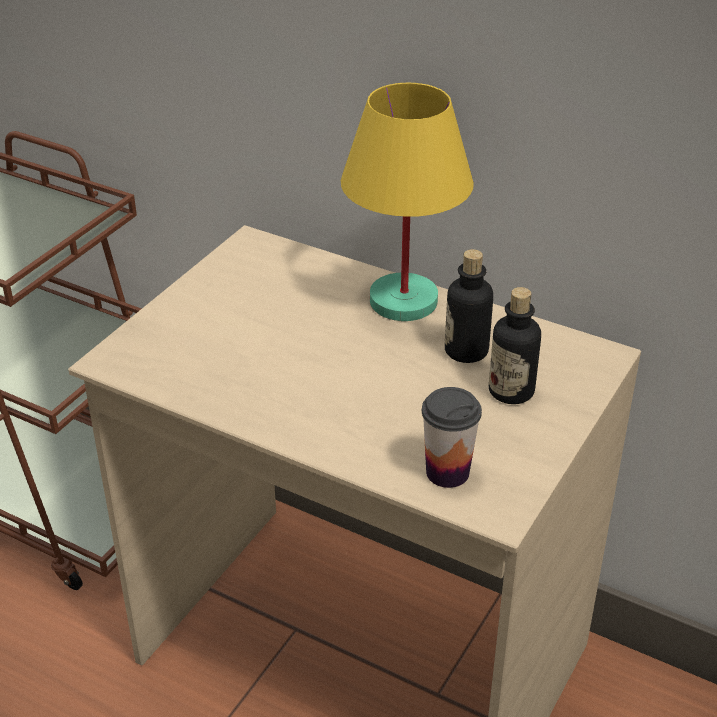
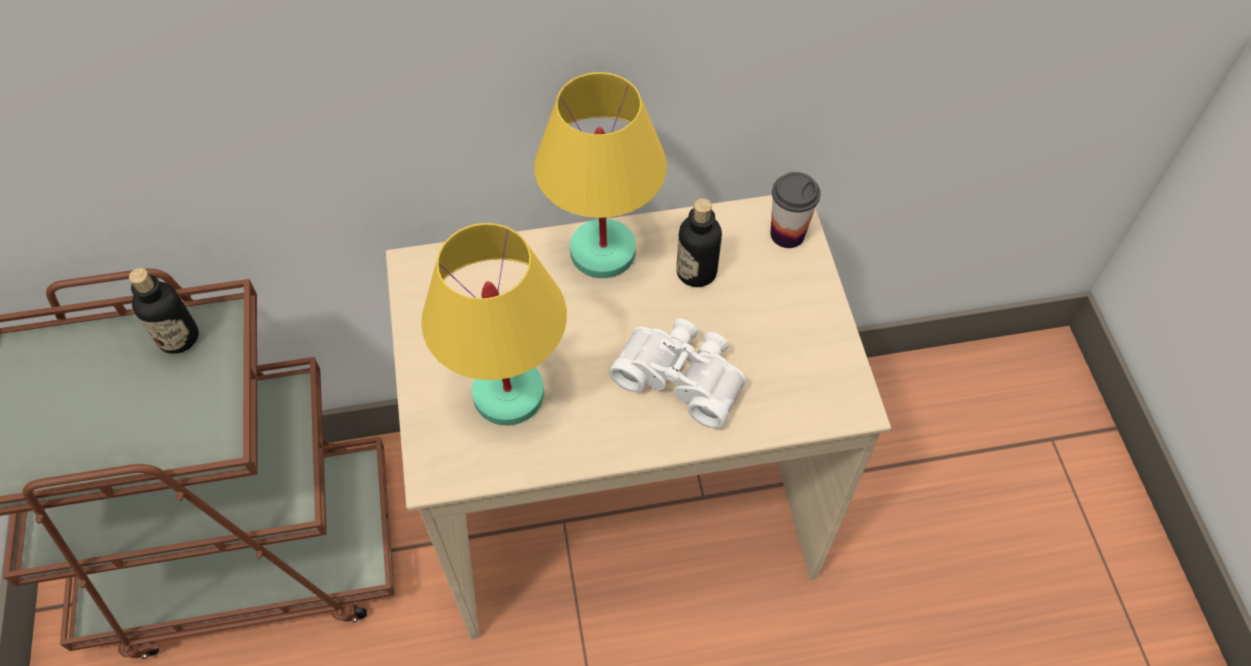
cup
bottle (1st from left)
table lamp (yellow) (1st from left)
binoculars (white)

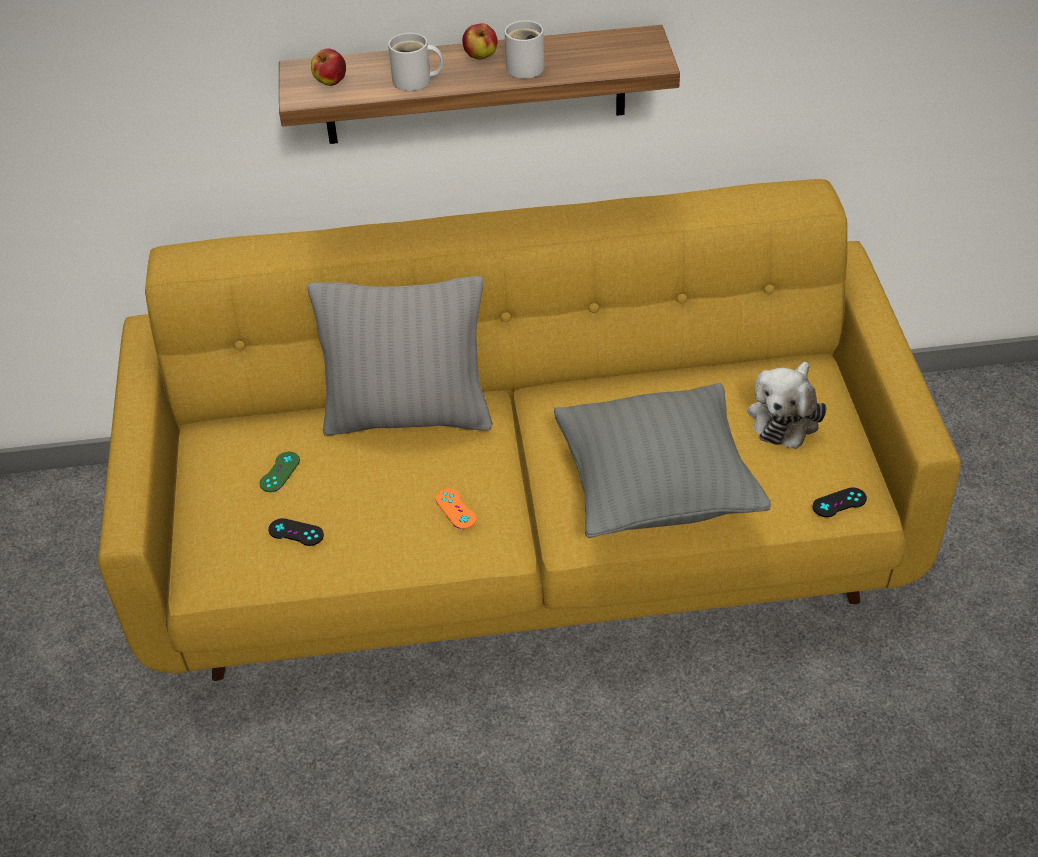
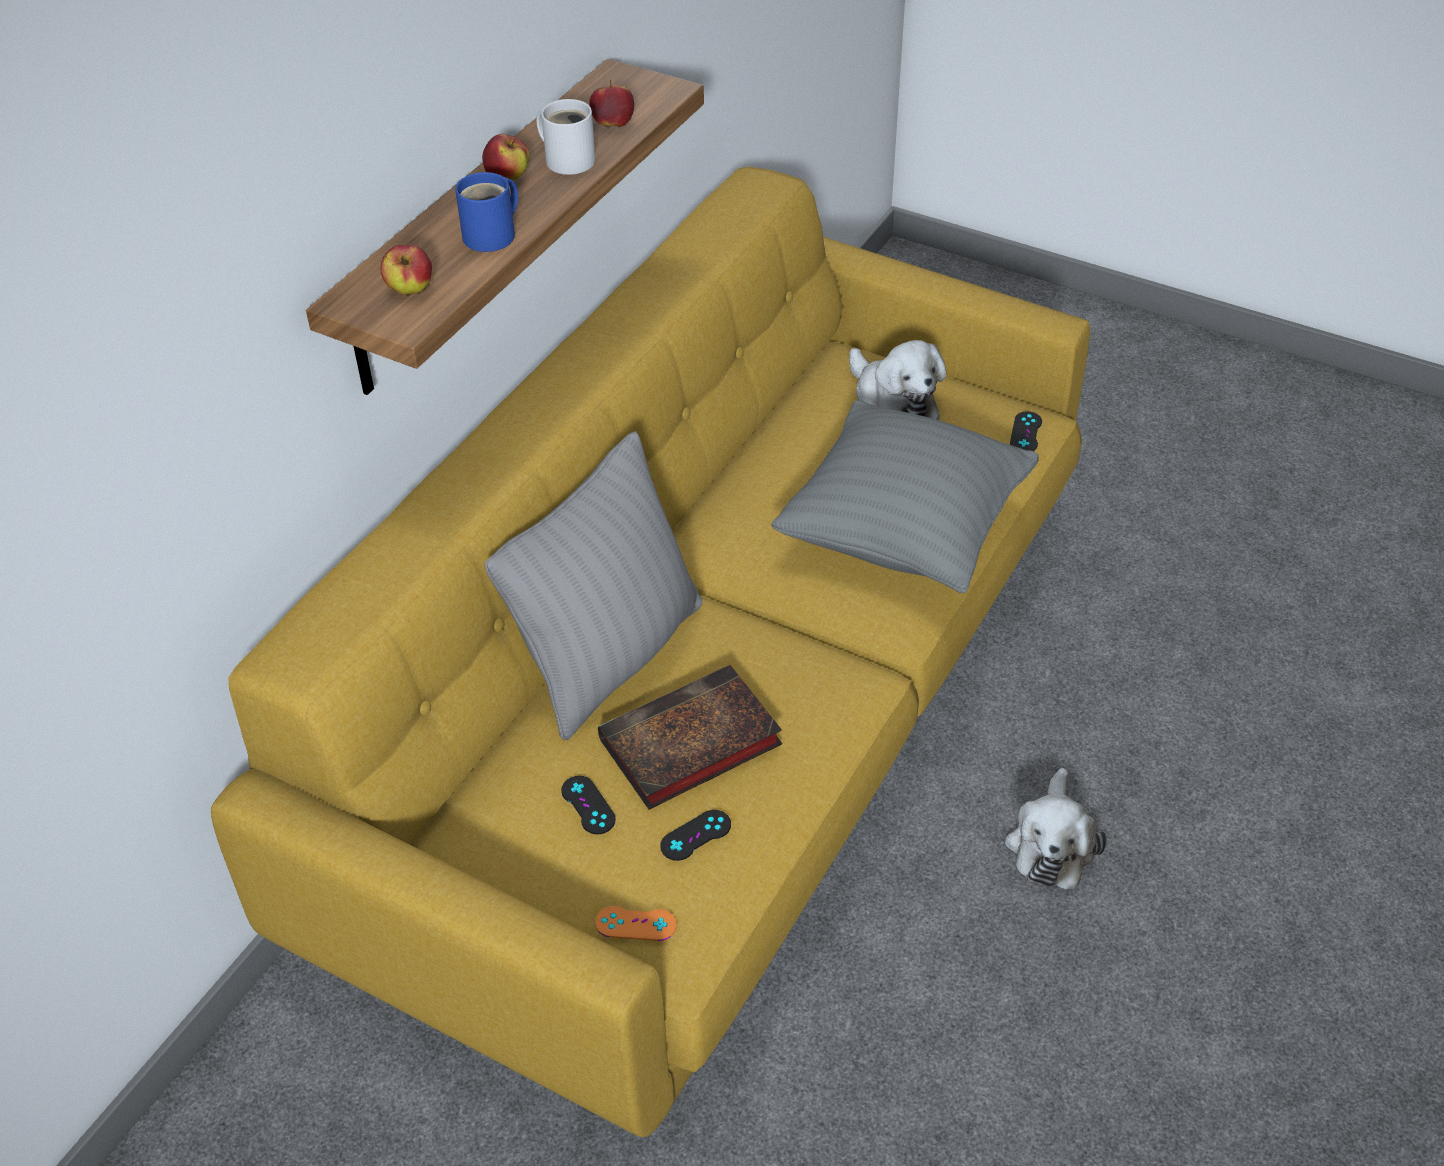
game controller (black) (1st from left)
mug (blue)
game controller (orange)
apple (3rd from left)
book
plush toy (2nd from left)

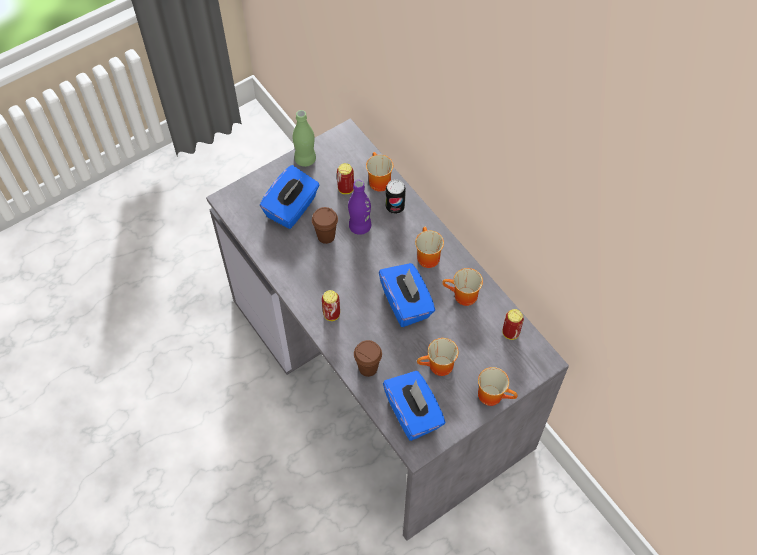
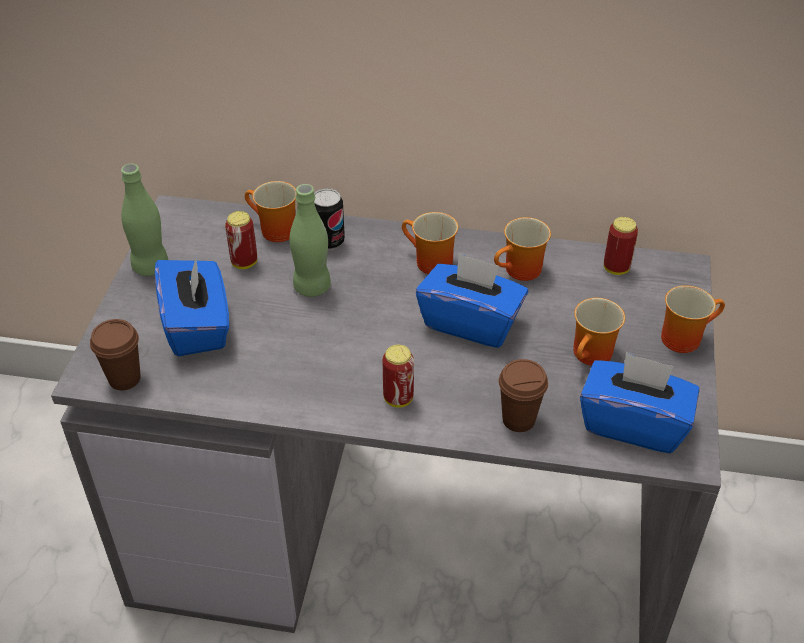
cup (brown) (1st from left)
bottle (green) (2nd from left)

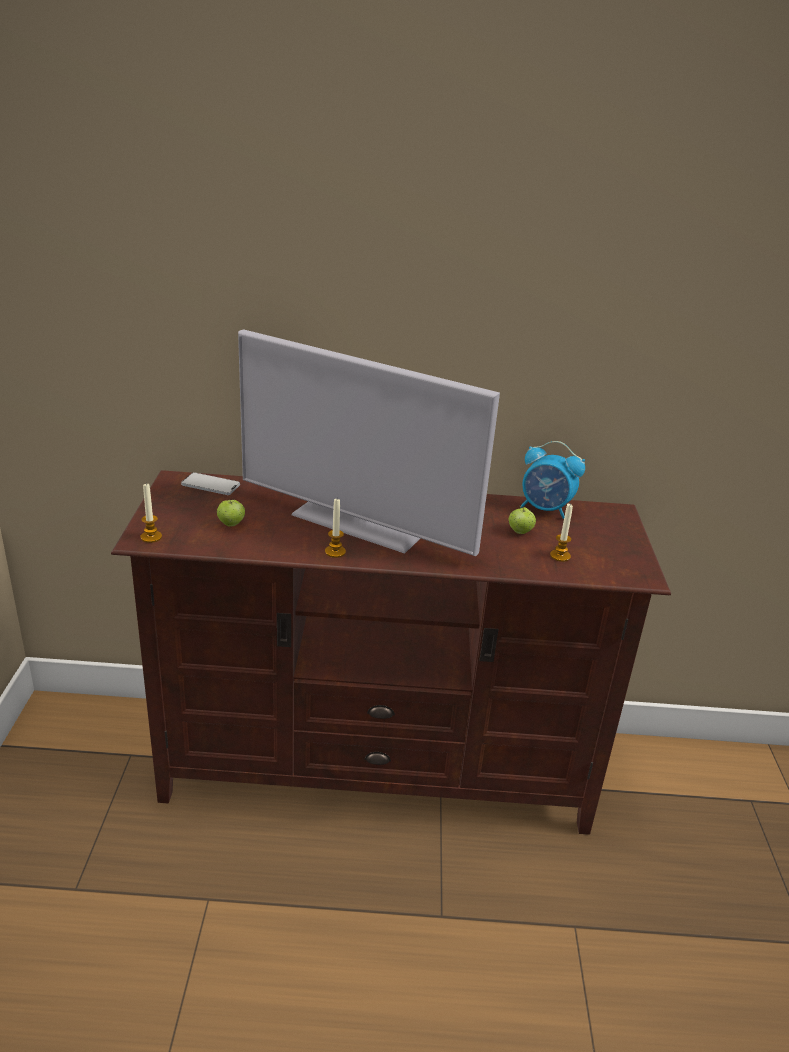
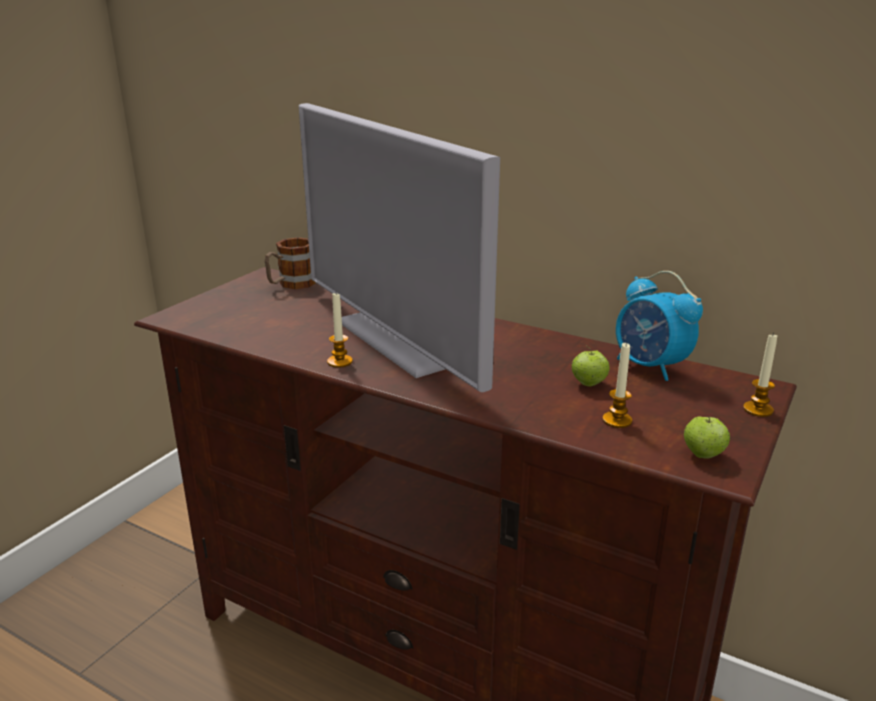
candle (3rd from left)
mug
apple (2nd from left)

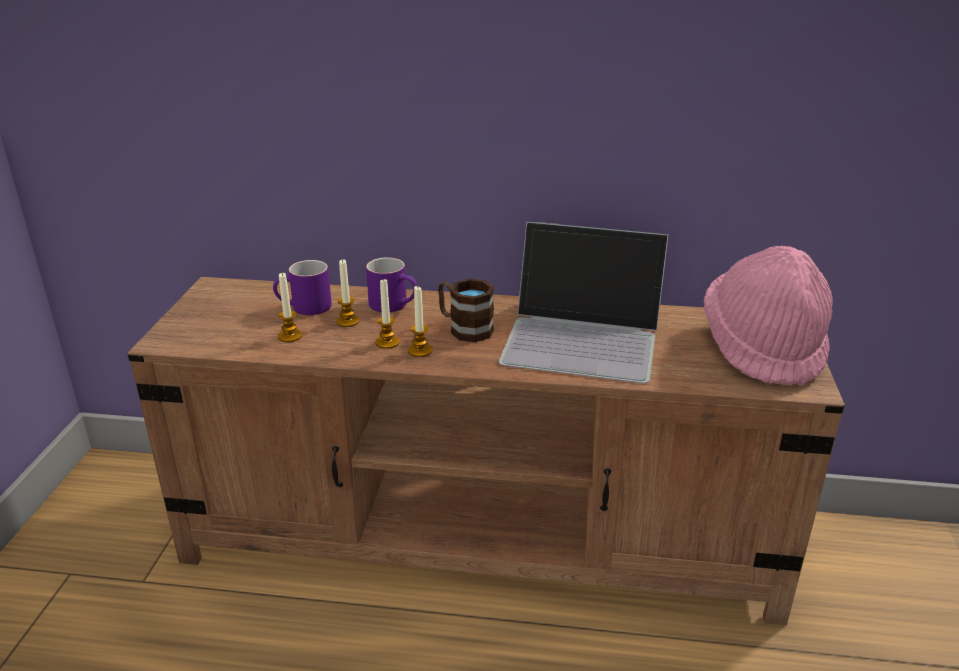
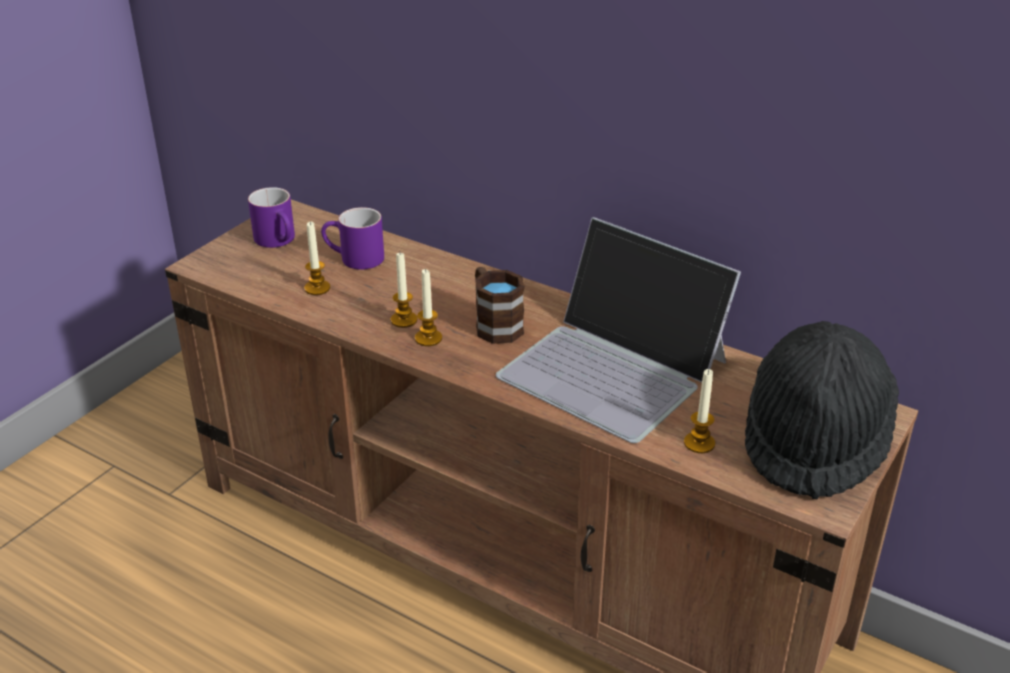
candle (4th from left)
mug (purple) (1st from left)
hat (black)

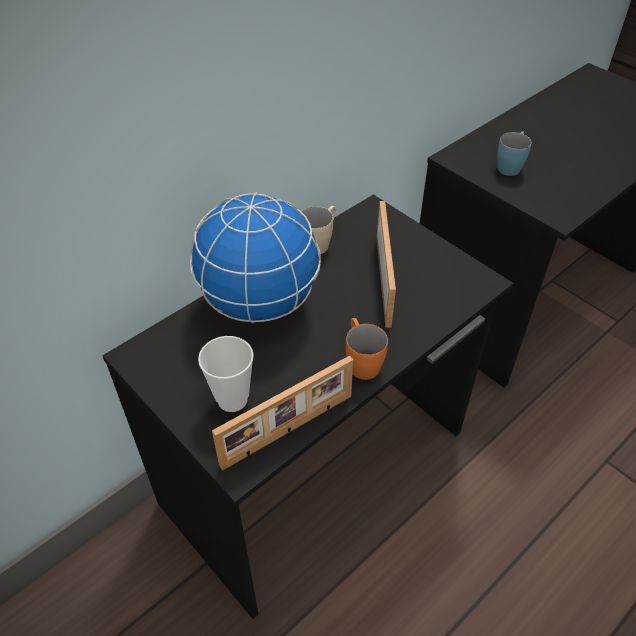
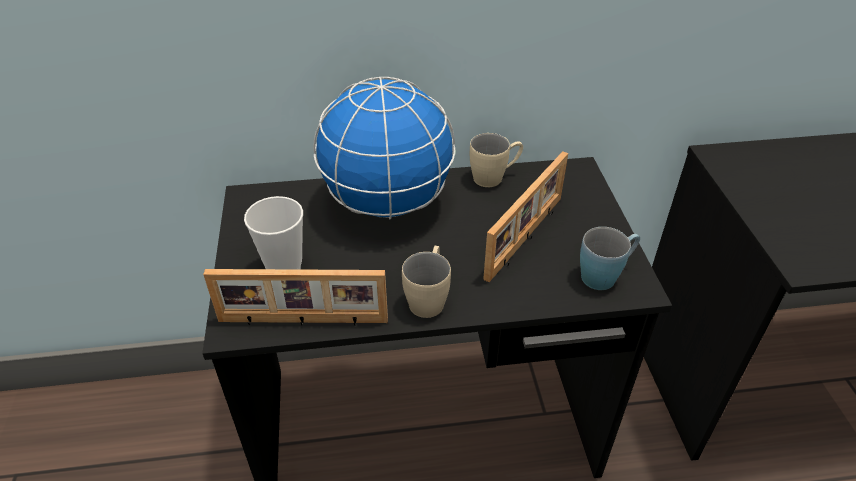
mug (beige) (1st from left)
mug (blue)

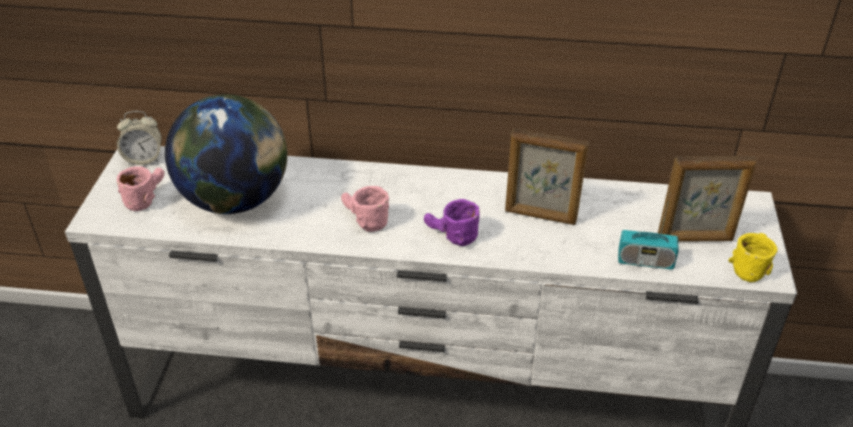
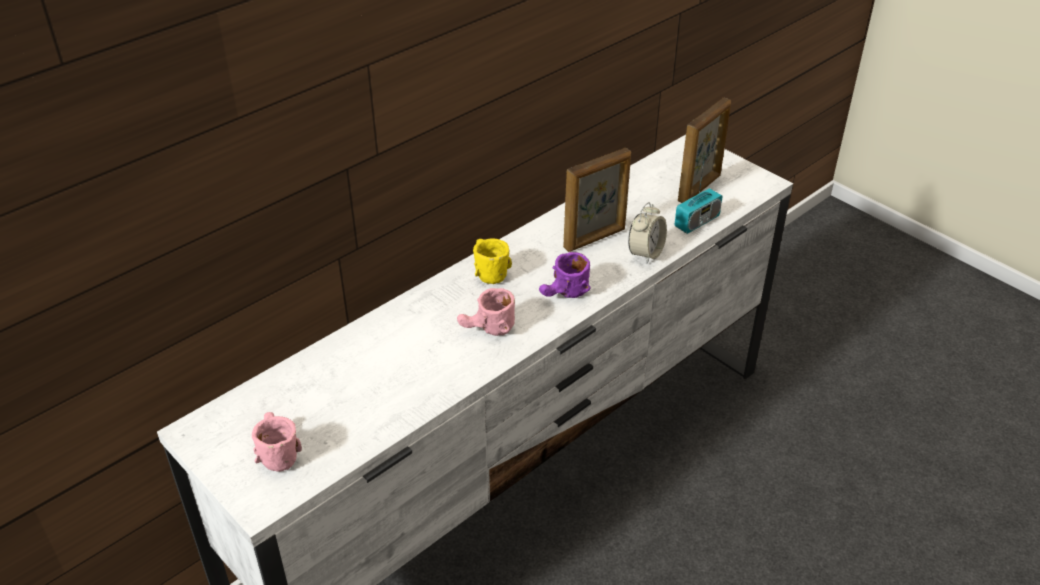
alarm clock
globe
mug (yellow)

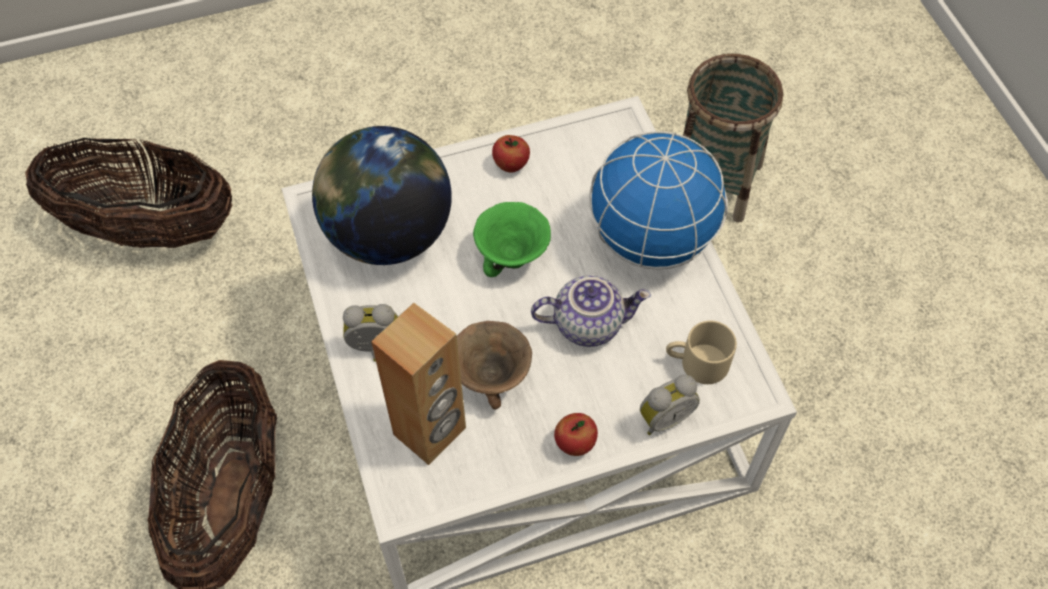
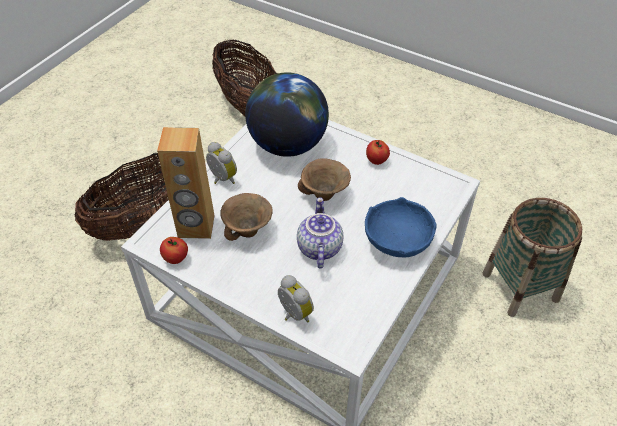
bowl (brown) (2nd from left)
teapot
apple (1st from left)
bowl (blue)
alarm clock (2nd from left)
mug (beige)

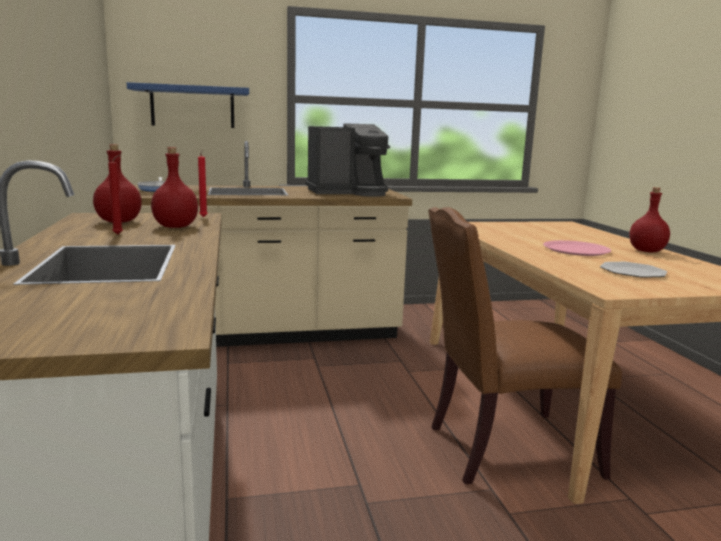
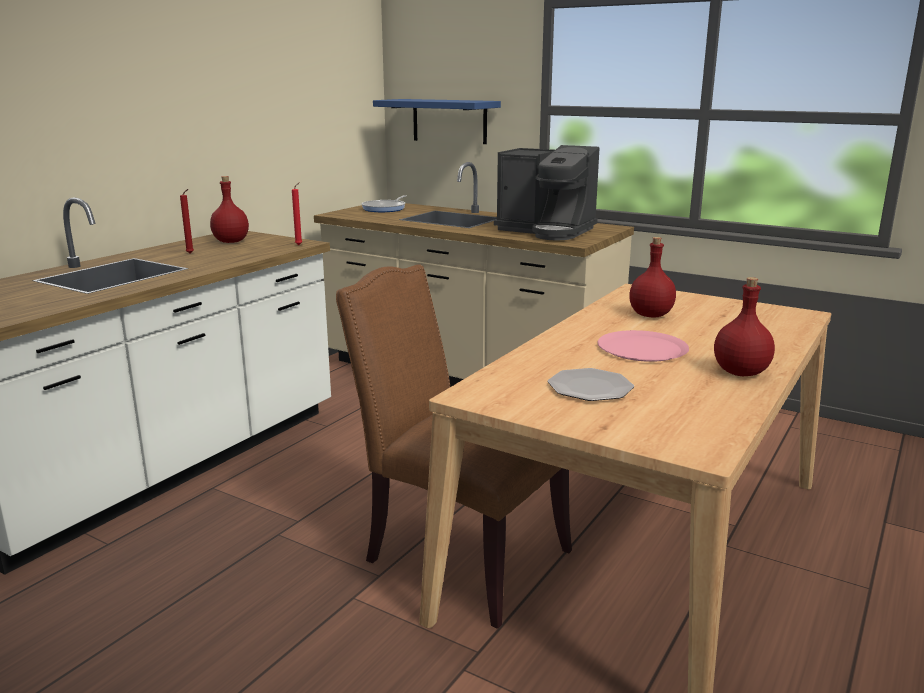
bottle (red) (2nd from left)

